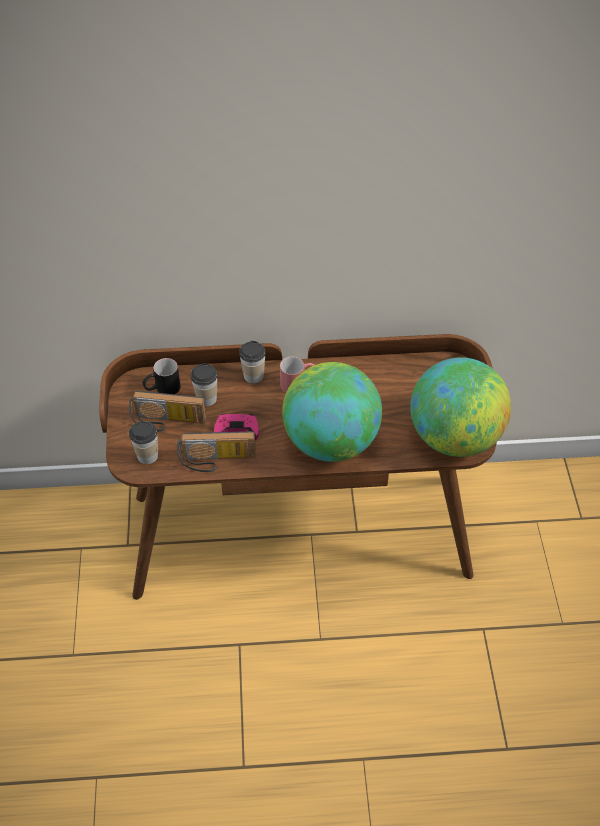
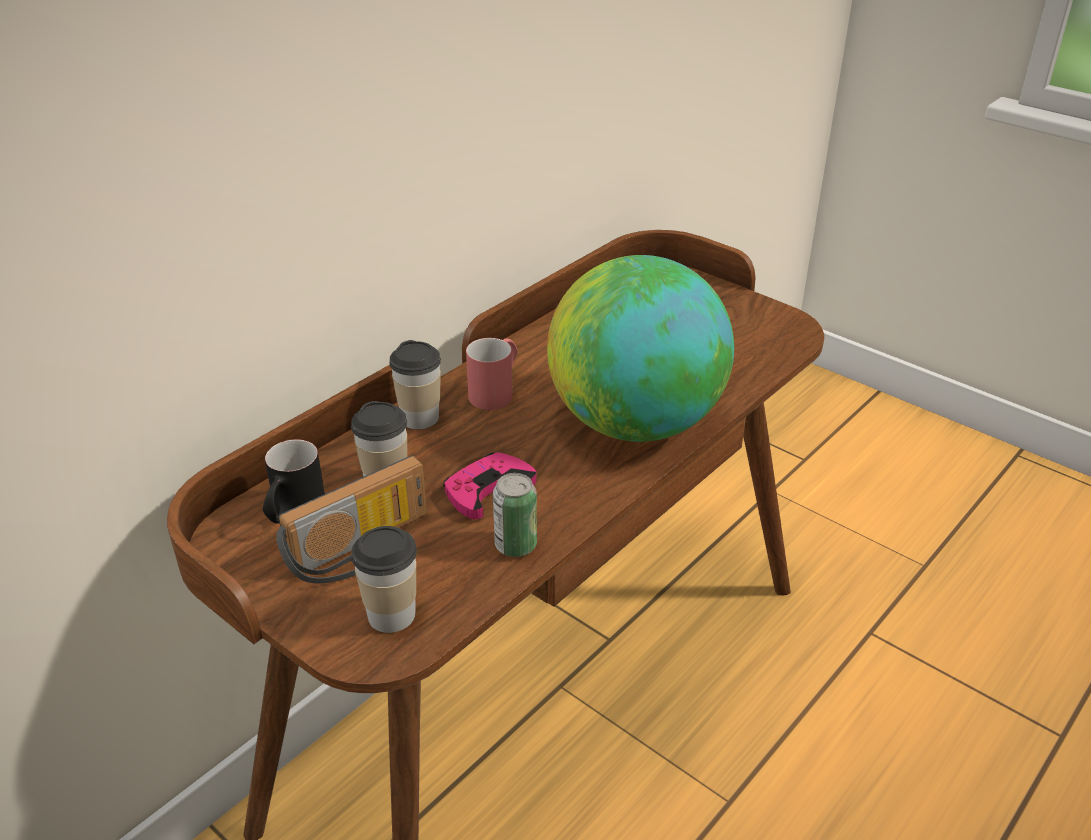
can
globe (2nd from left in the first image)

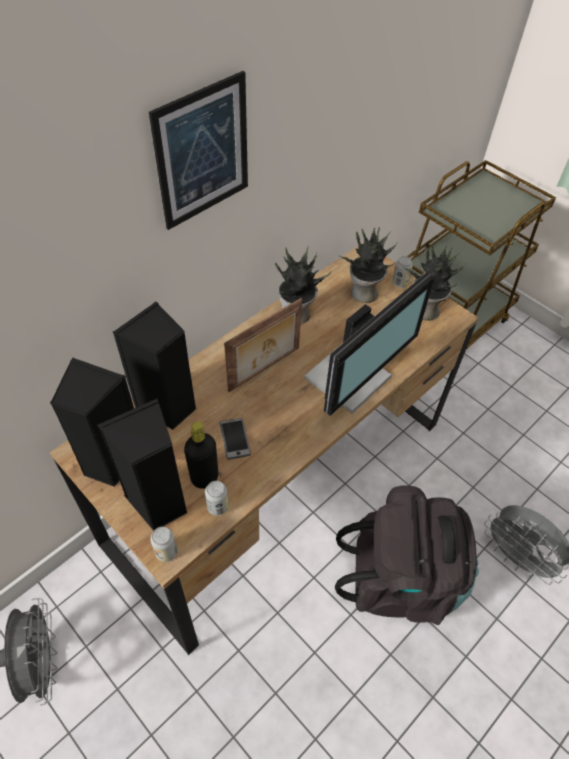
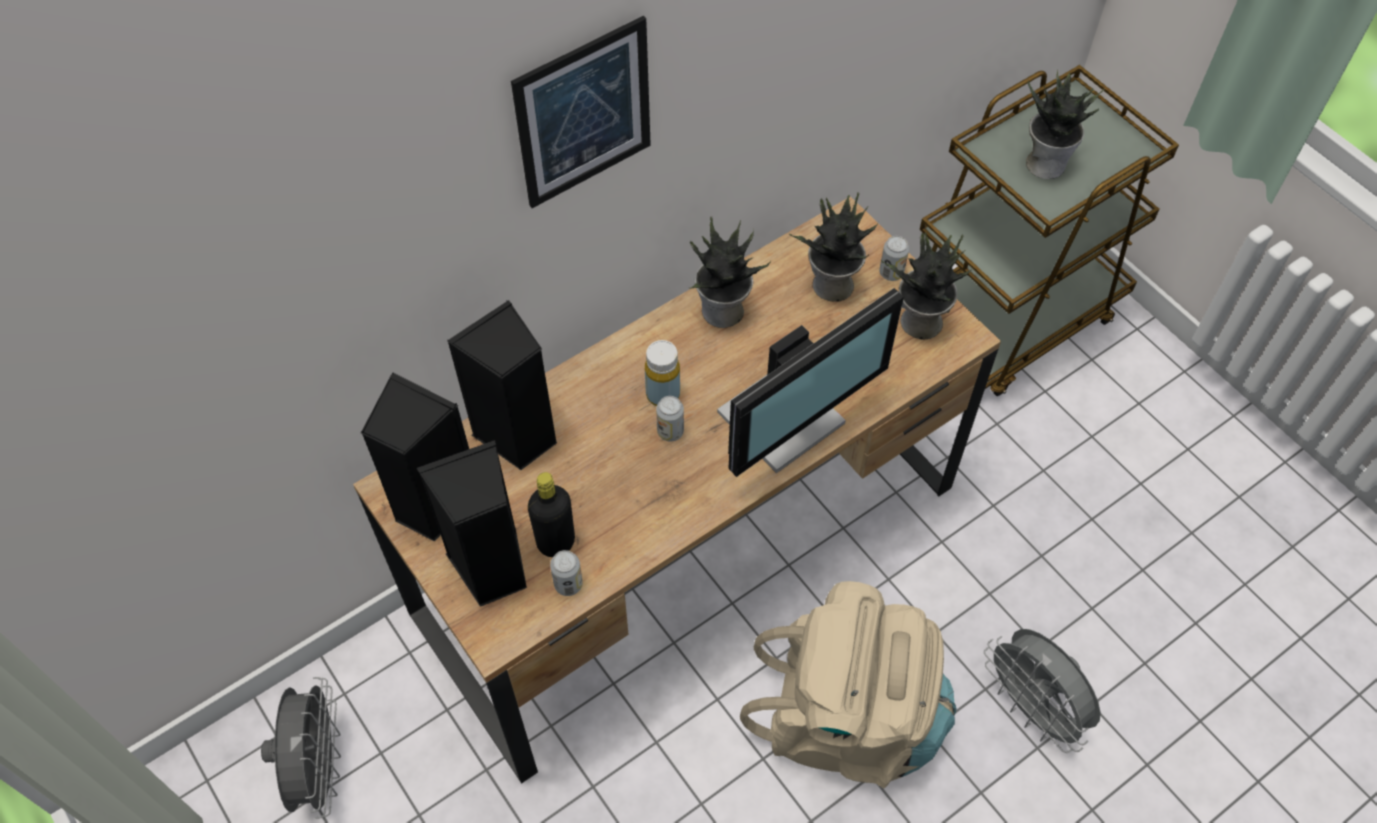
can (2nd from left)
phone
bottle (yellow)
backpack (beige)
potted plant (4th from left)

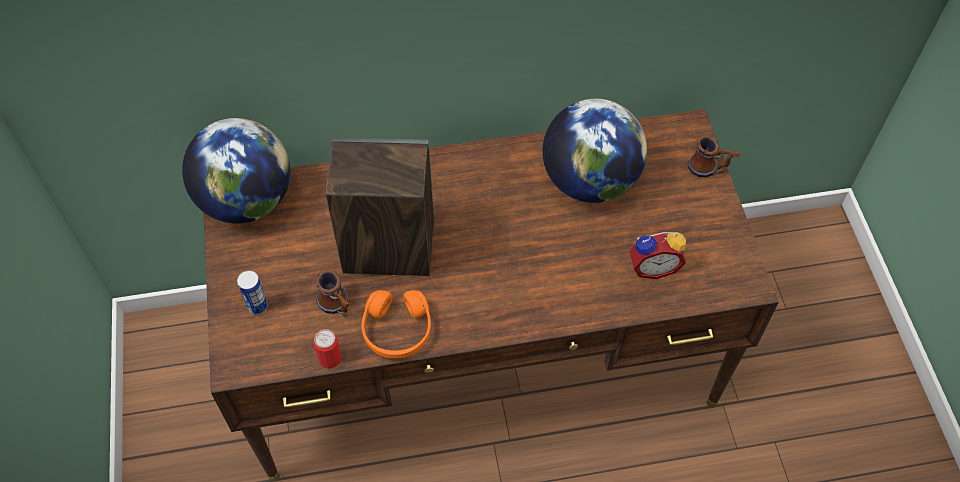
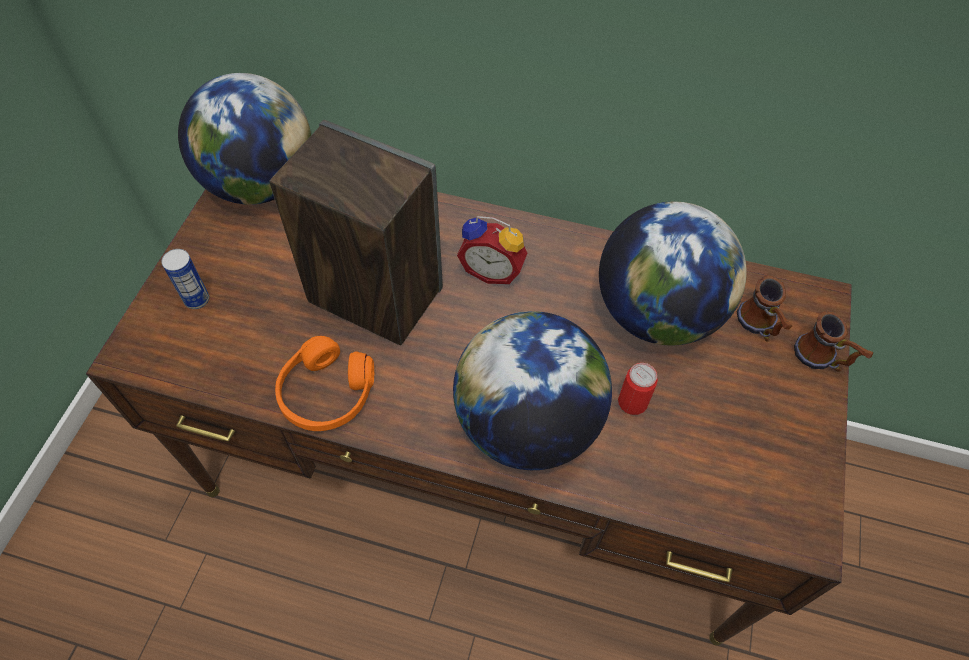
can (2nd from left)
mug (1st from left)
alarm clock
globe (2nd from left)

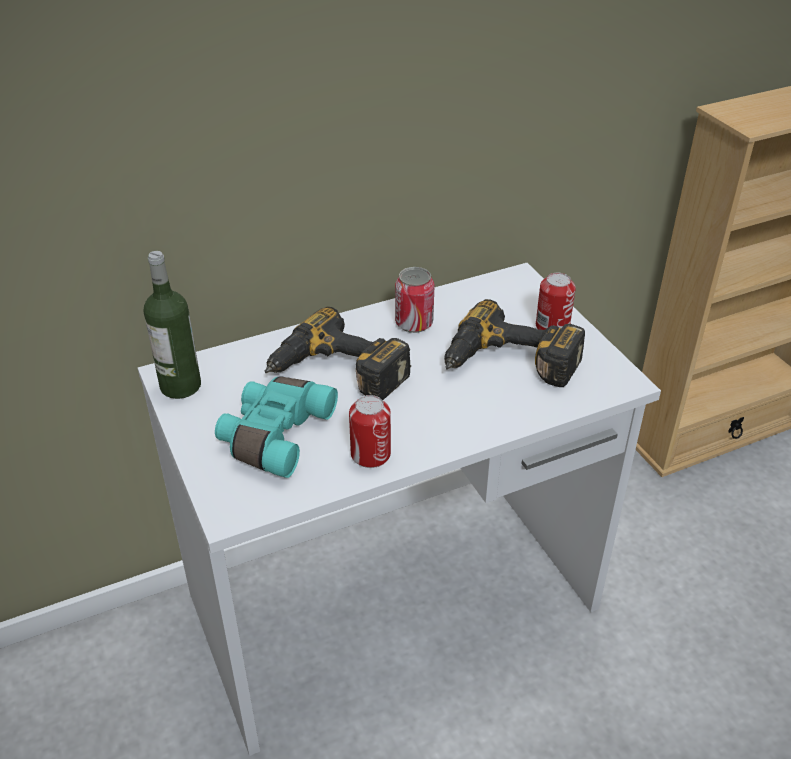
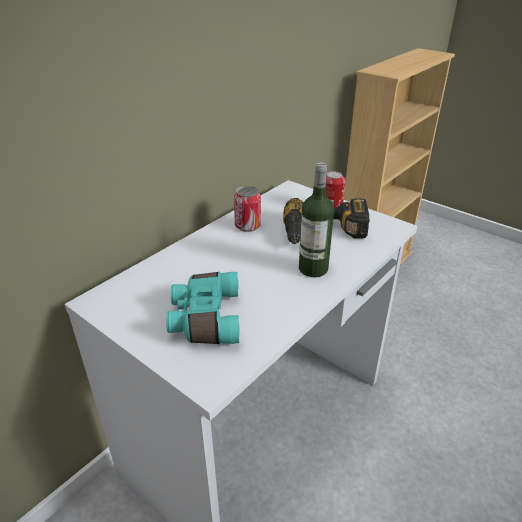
bottle
power drill (1st from left in the first image)
can (1st from left in the first image)

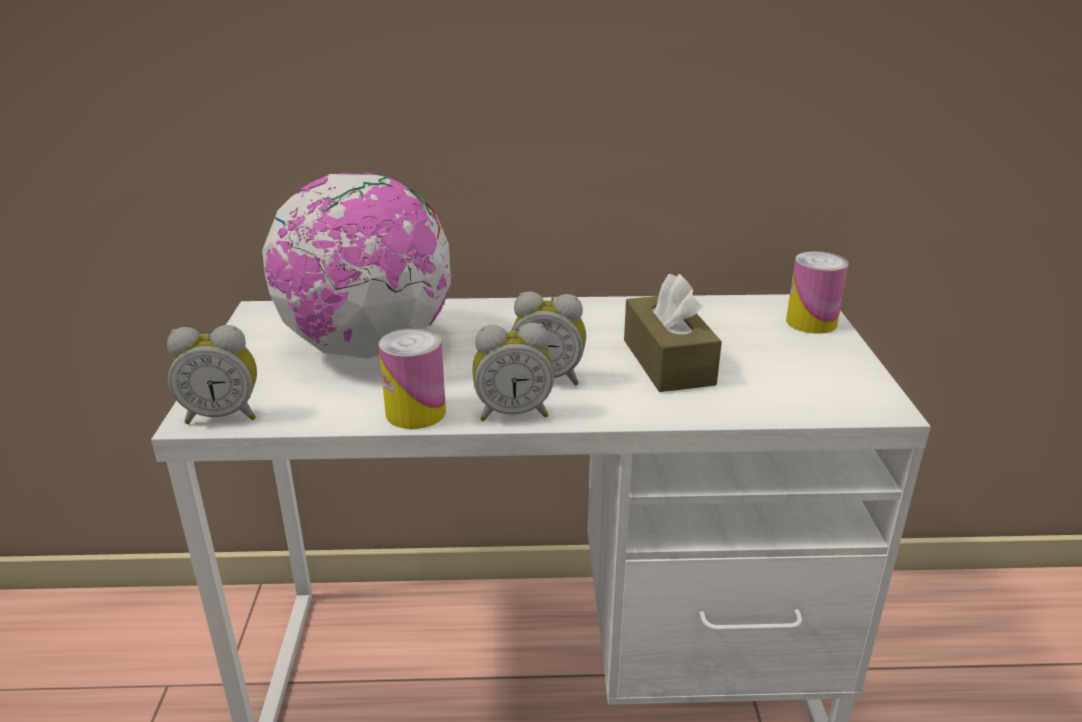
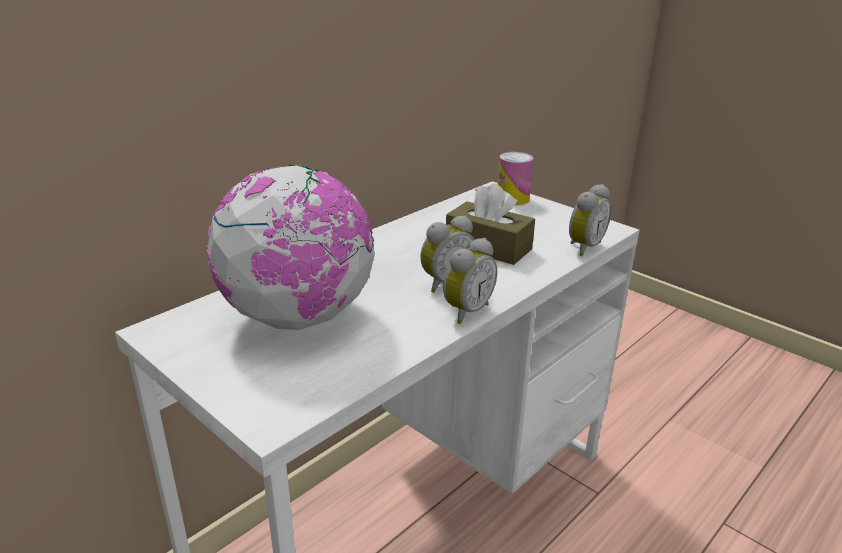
alarm clock (3rd from left)
can (1st from left in the first image)

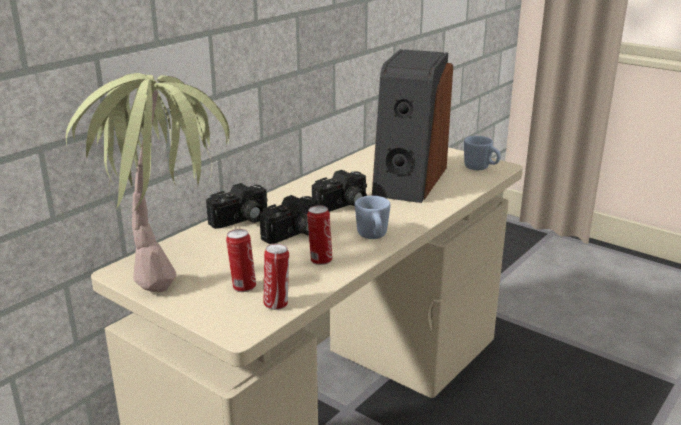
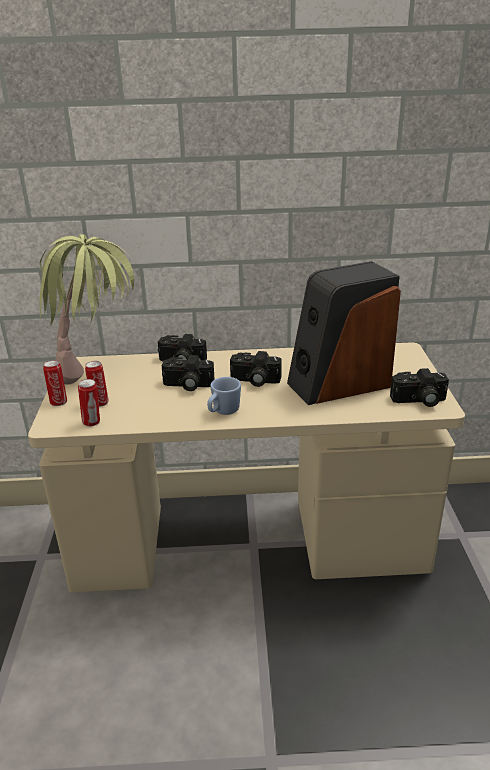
can (1st from left)
photo camera (4th from left)

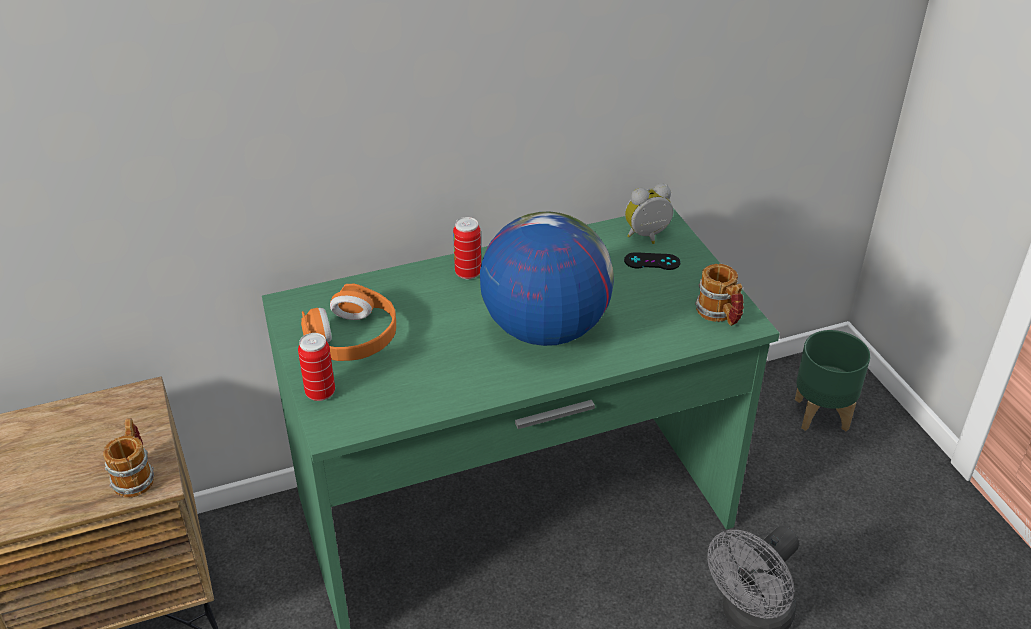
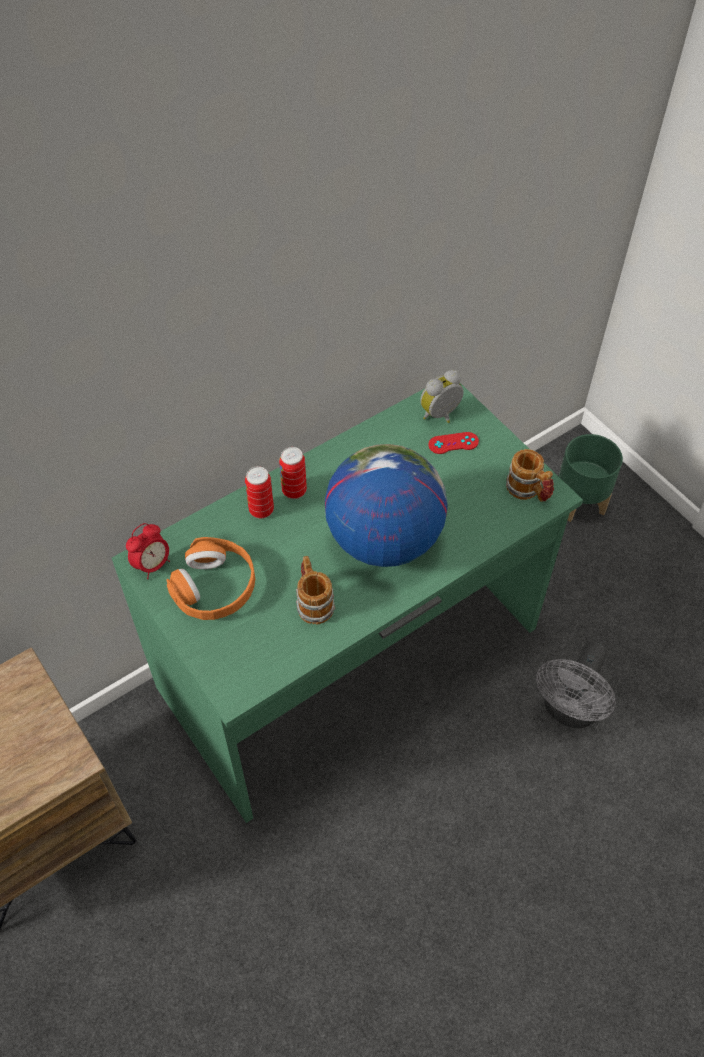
mug (1st from left)
can (1st from left)
game controller (red)
alarm clock (1st from left)

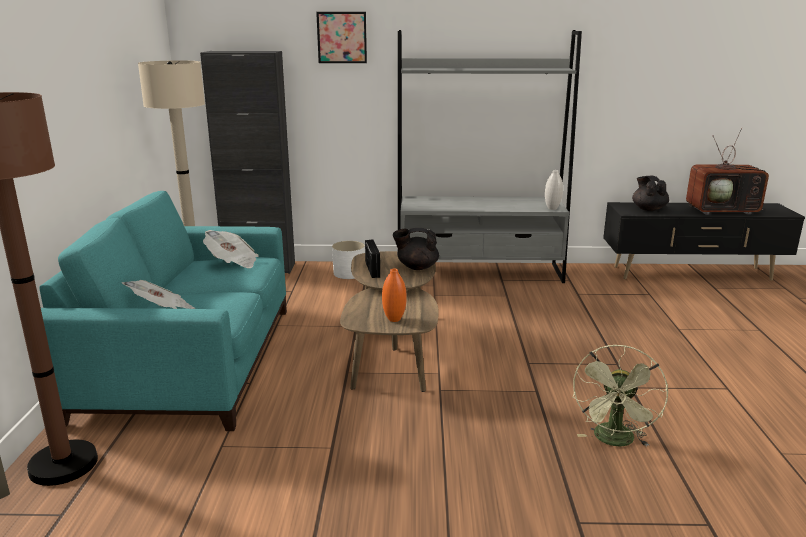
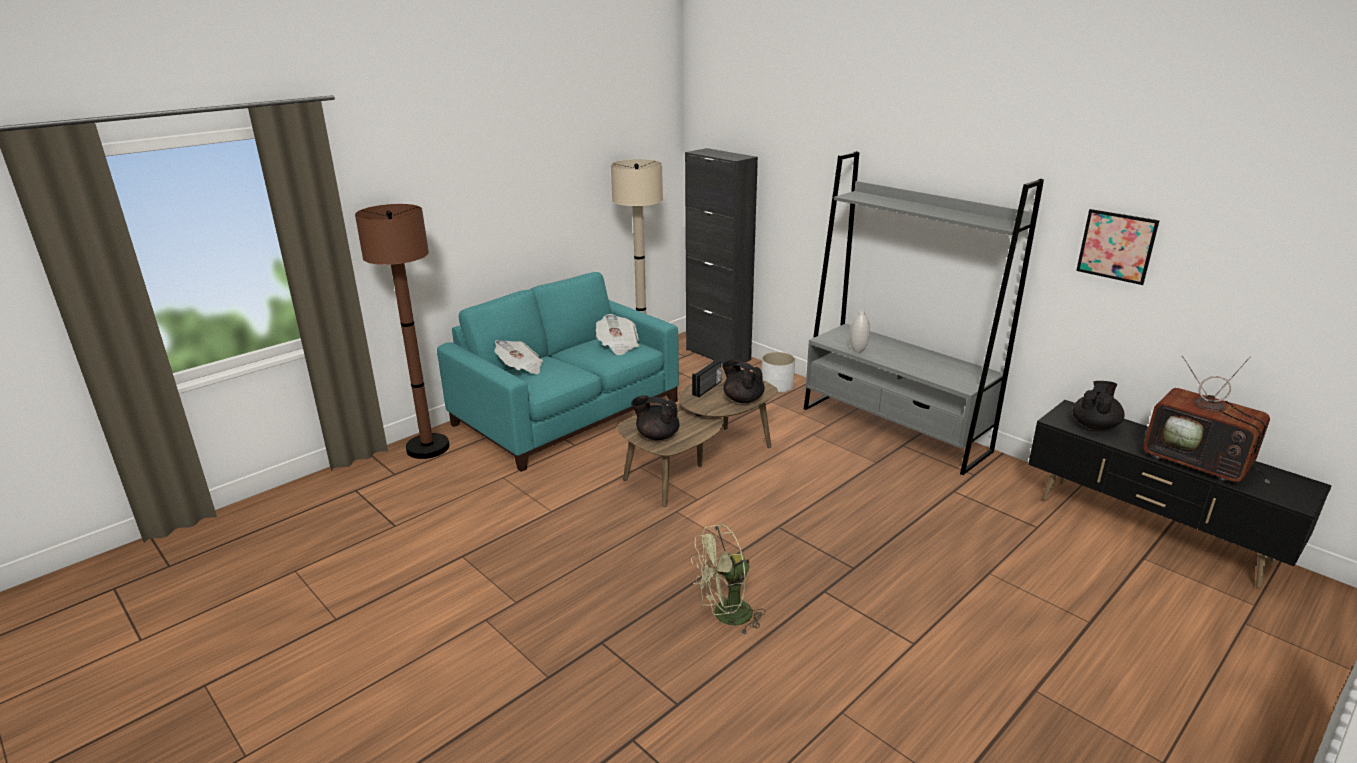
picture
teapot (black) (1st from left)
vase (white)

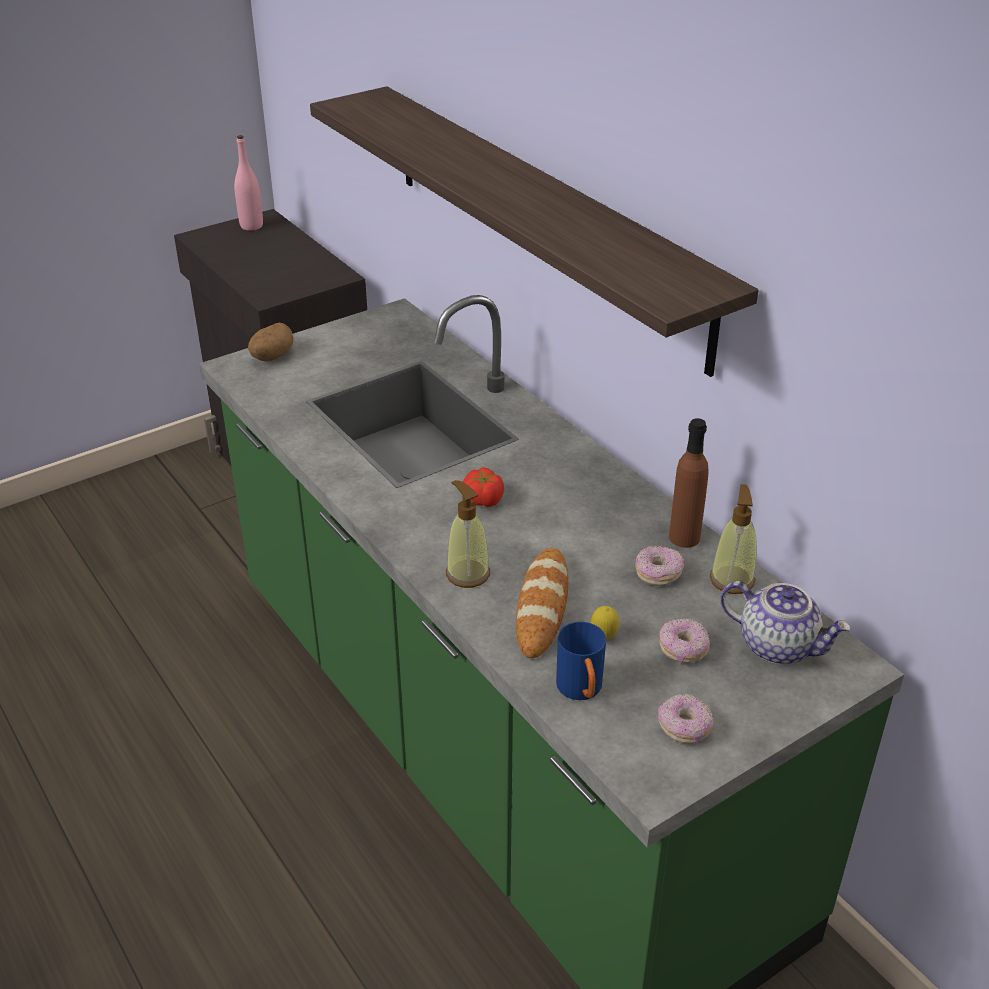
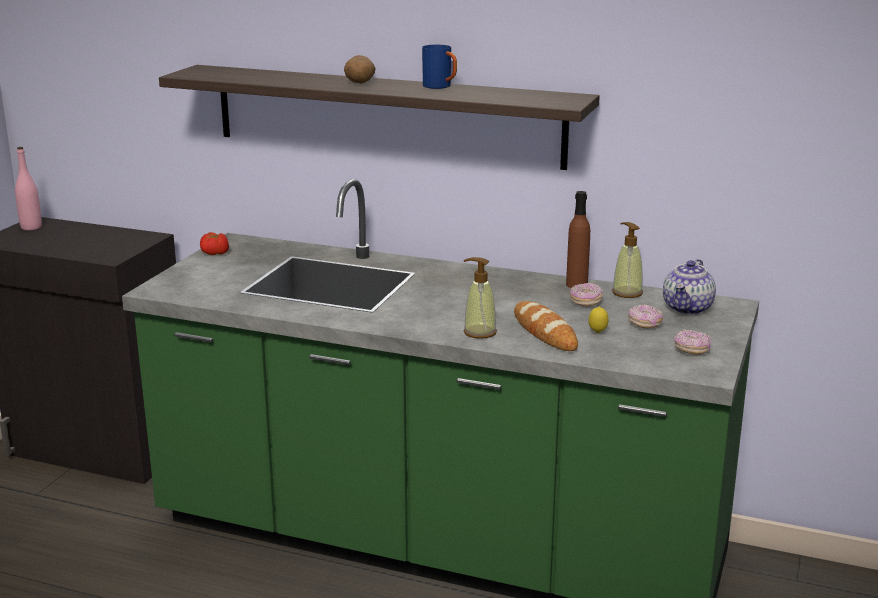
potato
tomato
mug (blue)
teapot

